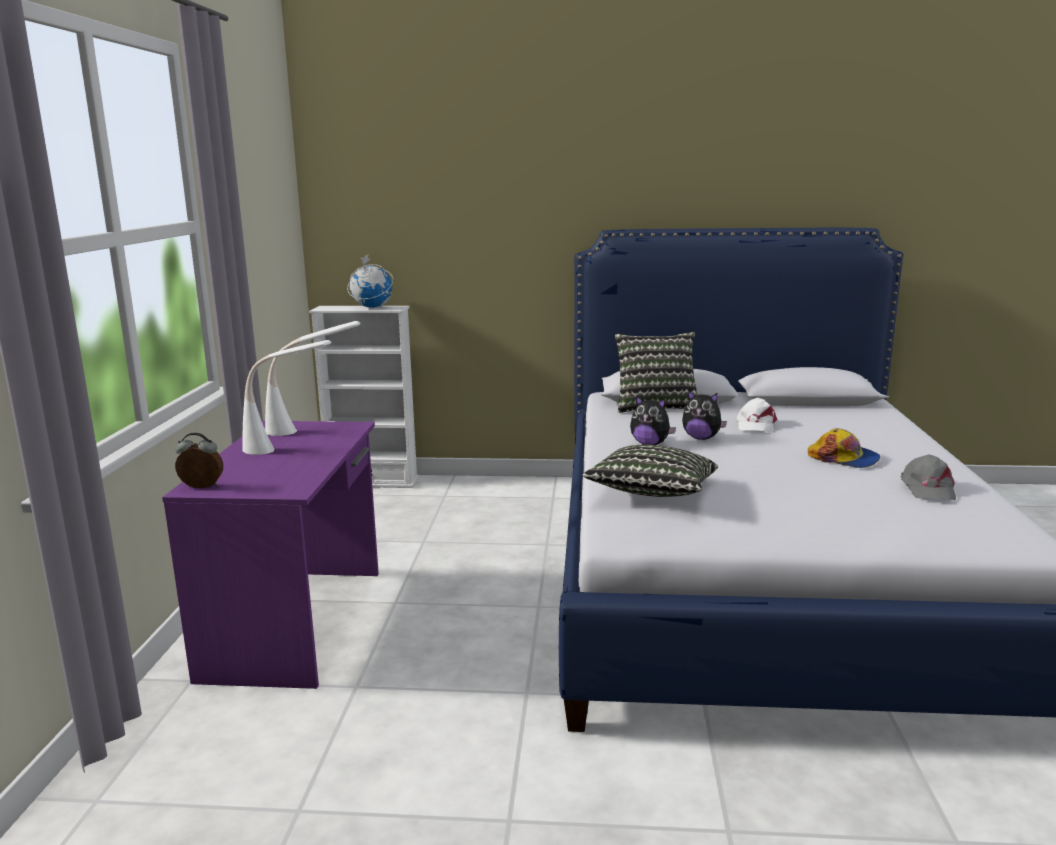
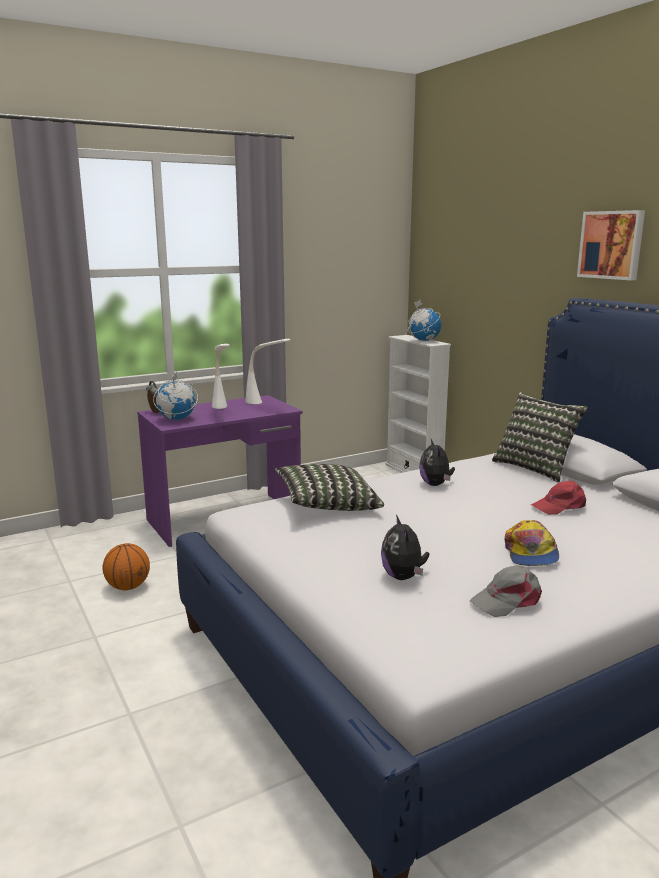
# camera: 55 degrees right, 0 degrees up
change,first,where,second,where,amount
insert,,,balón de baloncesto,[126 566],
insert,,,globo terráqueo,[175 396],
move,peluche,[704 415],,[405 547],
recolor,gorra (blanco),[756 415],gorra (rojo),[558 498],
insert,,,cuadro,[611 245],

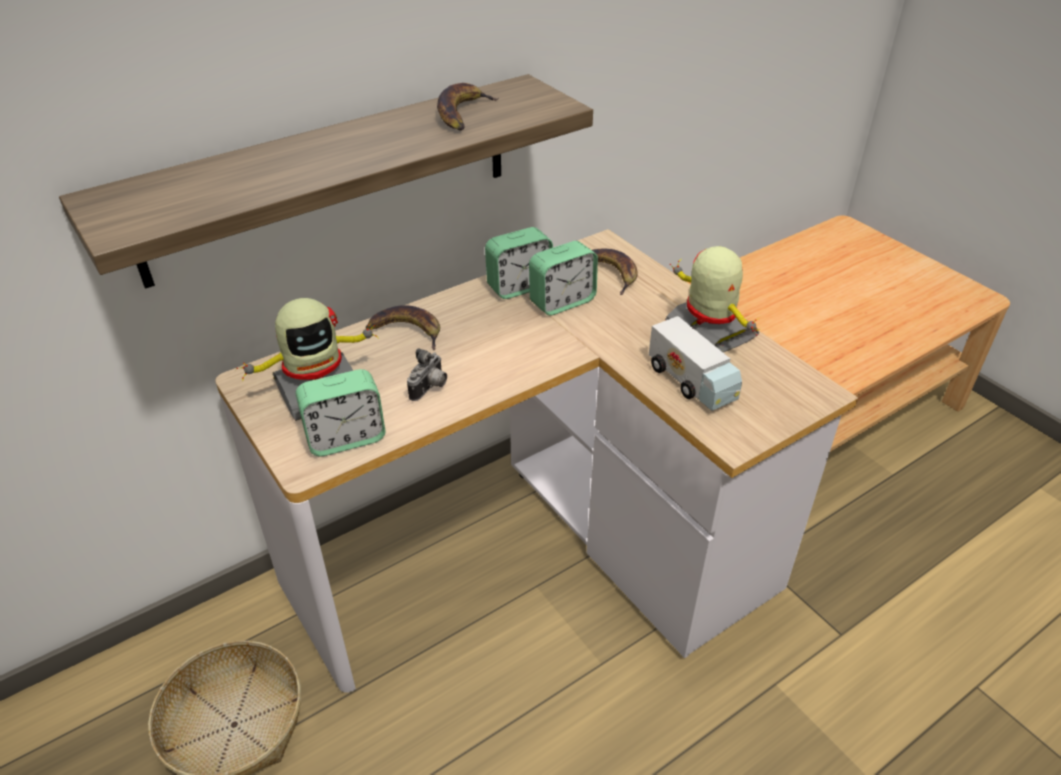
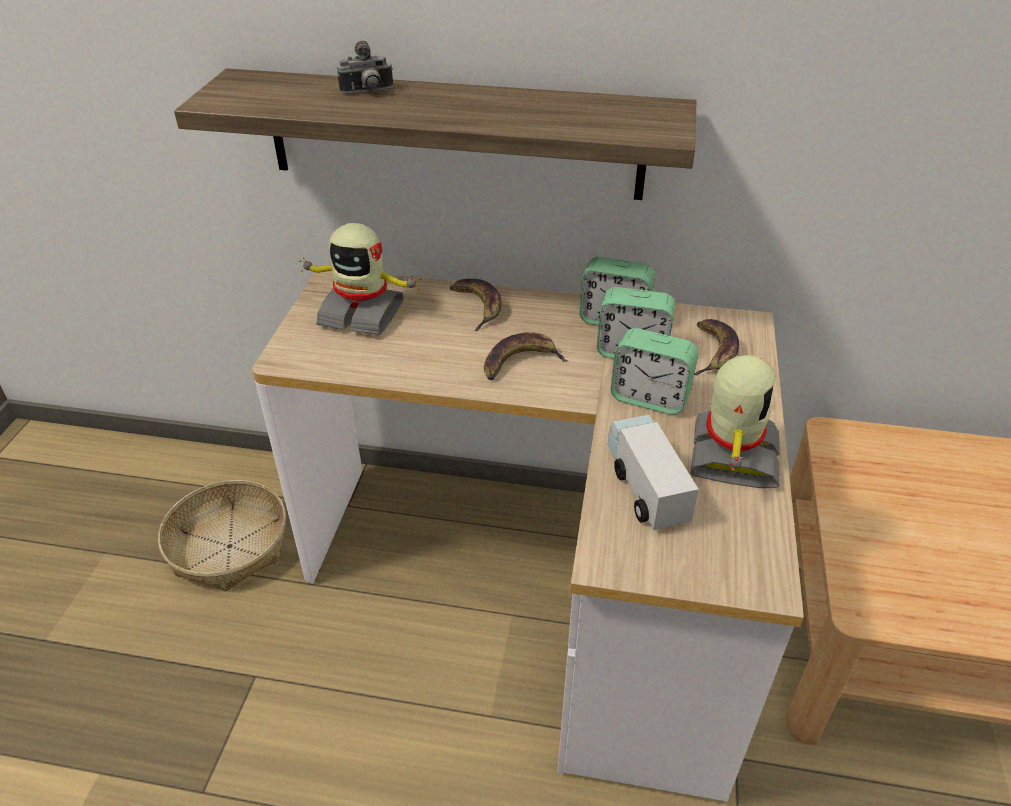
# camera: 45 degrees right, 0 degrees up
change,first,where,second,where,amount
move,cámara,[427 374],,[365 67],
move,plátano,[468 107],,[526 356],
rotate,camión de juguete,[695 363],,[653 472],150 degrees clockwise
move,despertador,[341 412],,[654 371],

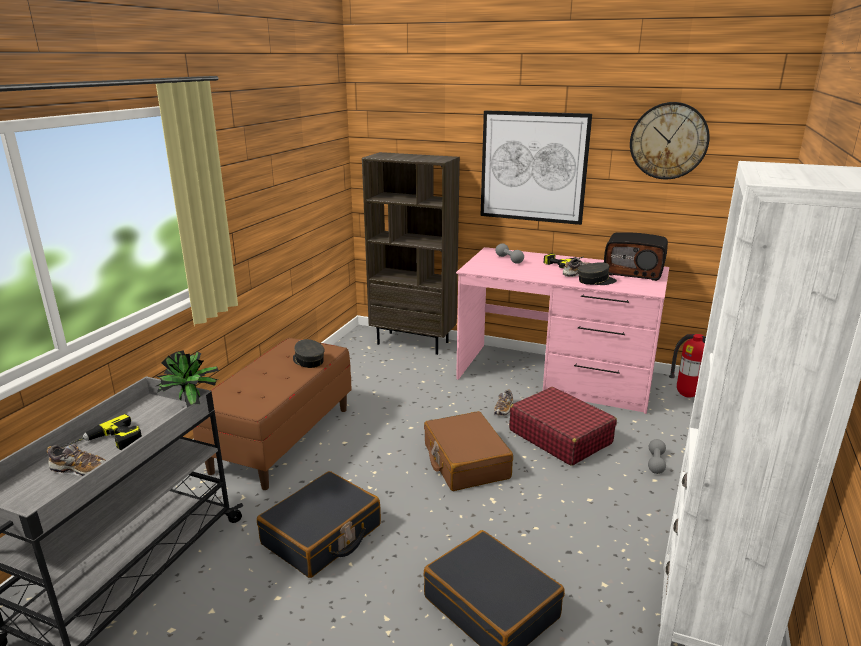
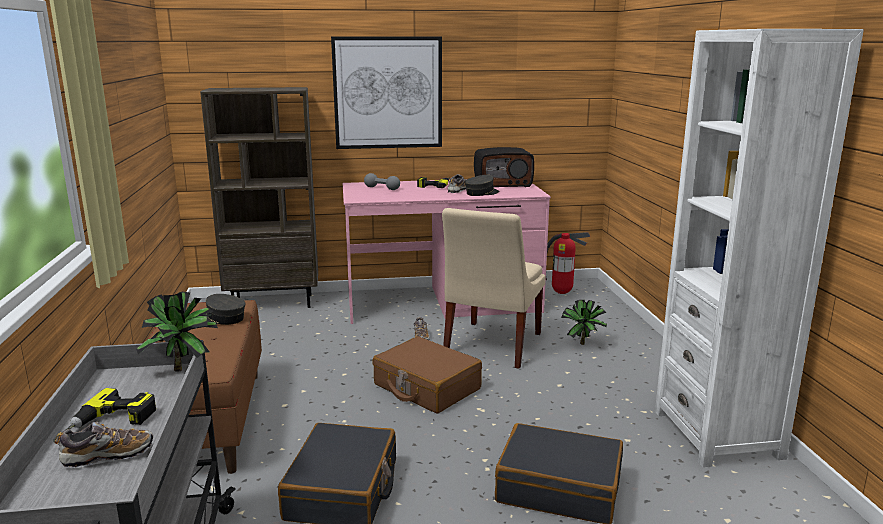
# camera: 30 degrees left, 5 degrees down
change,first,where,second,where,amount
replace,maleta (rojo),[563 426],silla (beis),[493 288],
replace,mancuerna (gris),[657 456],planta en maceta,[584 322],
delete,reloj de pared,[670 140],,,

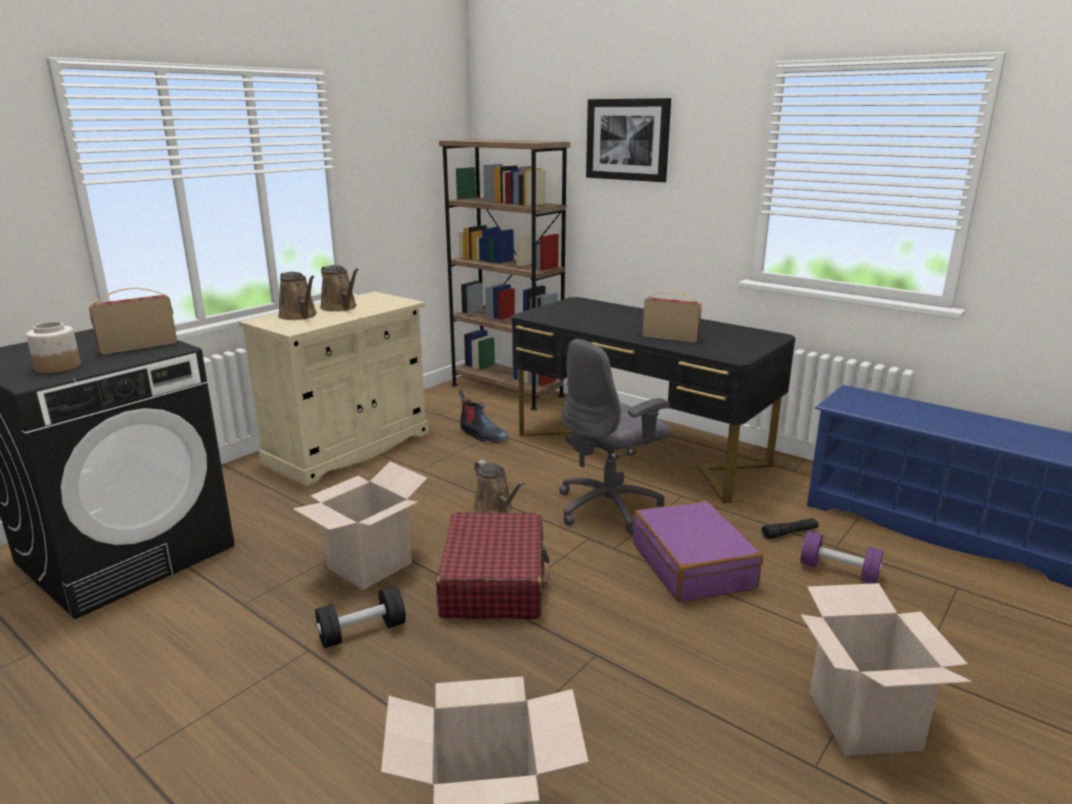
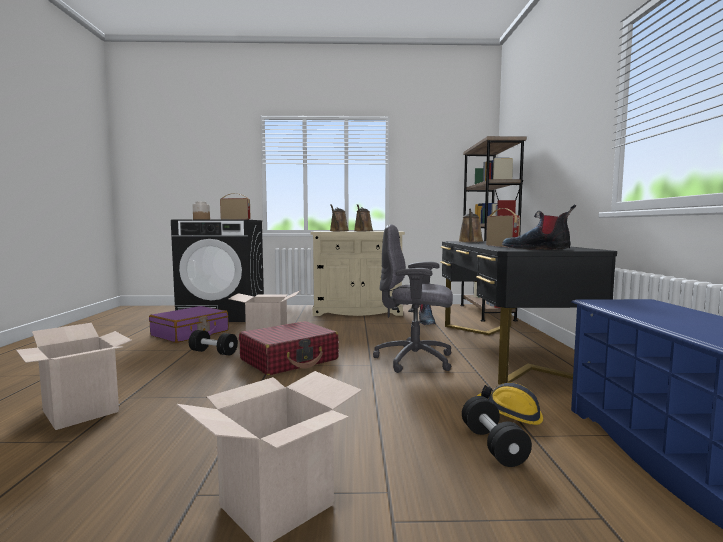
# camera: 50 degrees right, 15 degrees down
change,first,where,second,where,amount
move,maleta (morado),[698 551],,[189 324],
move,regadera (marrón),[498 486],,[471 226],
recolor,mancuerna (morado),[841 557],mancuerna (negro),[497 431],
replace,linterna (negro),[790 528],casco,[510 404],
insert,,,bota,[539 227],
delete,cuadro,[628 140],,,

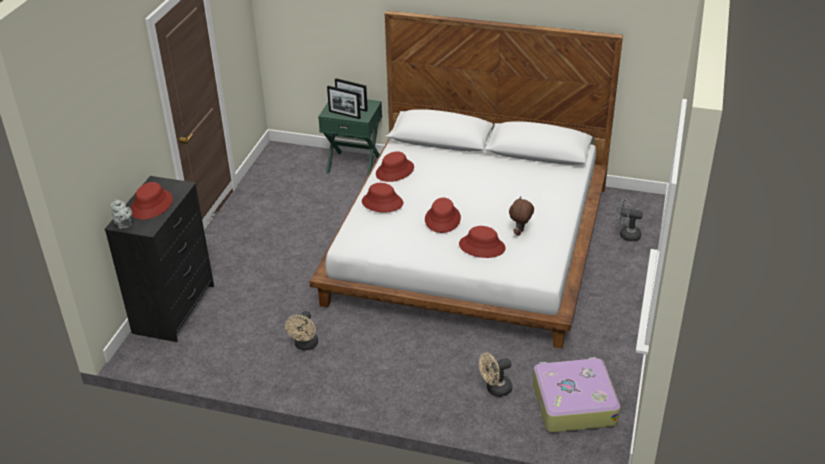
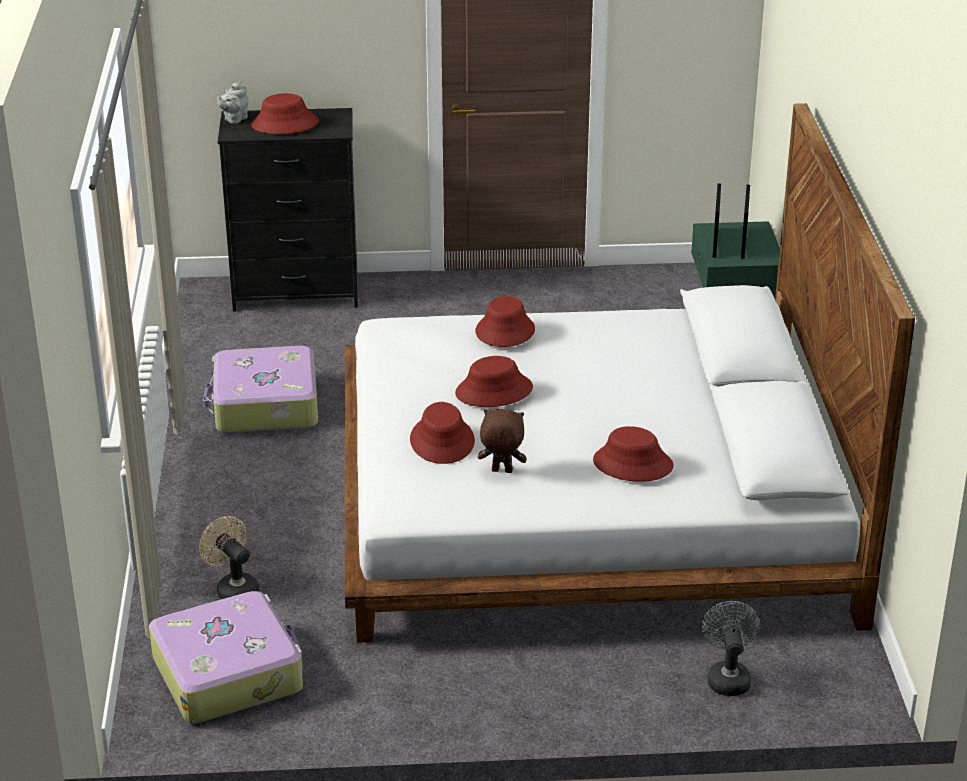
# camera: 70 degrees right, 5 degrees down
change,first,where,second,where,amount
replace,ventilador (beis),[301 330],maleta,[260 389],
move,sombrero (rojo),[395 166],,[633 454],

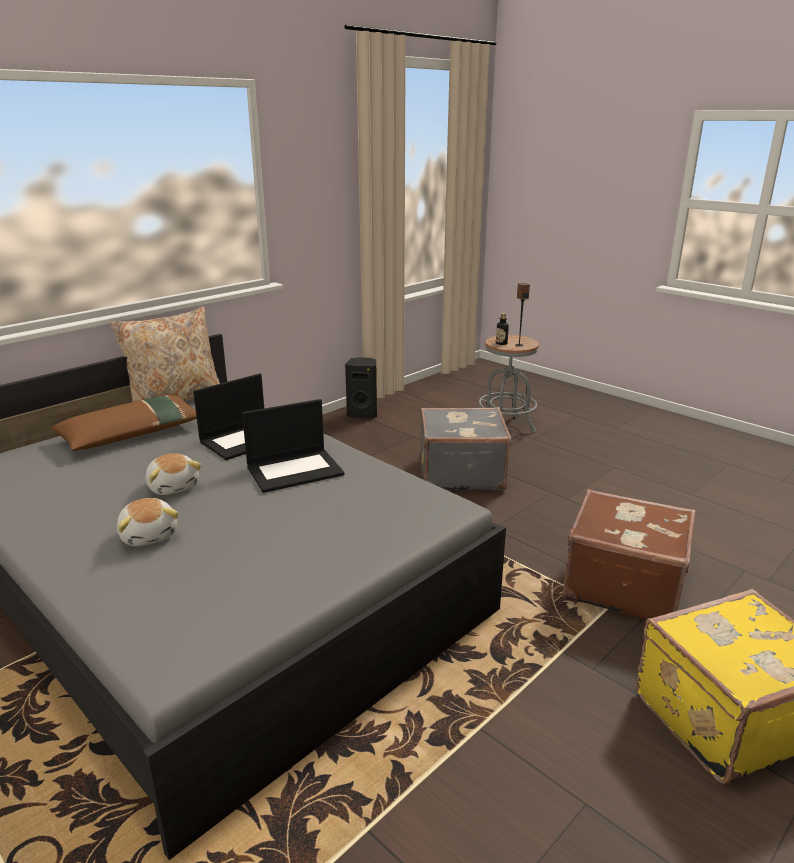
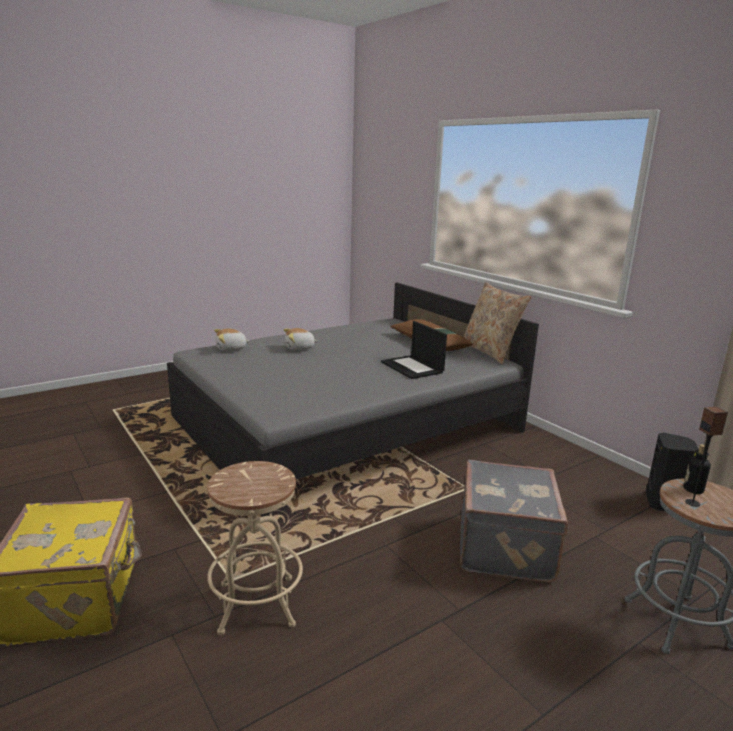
# camera: 100 degrees right, 5 degrees down
change,first,where,second,where,amount
replace,maleta (marrón),[629 554],taburete (beis),[255 548],
move,peluche,[173 474],,[232 339],
delete,portátil,[293 446],,,

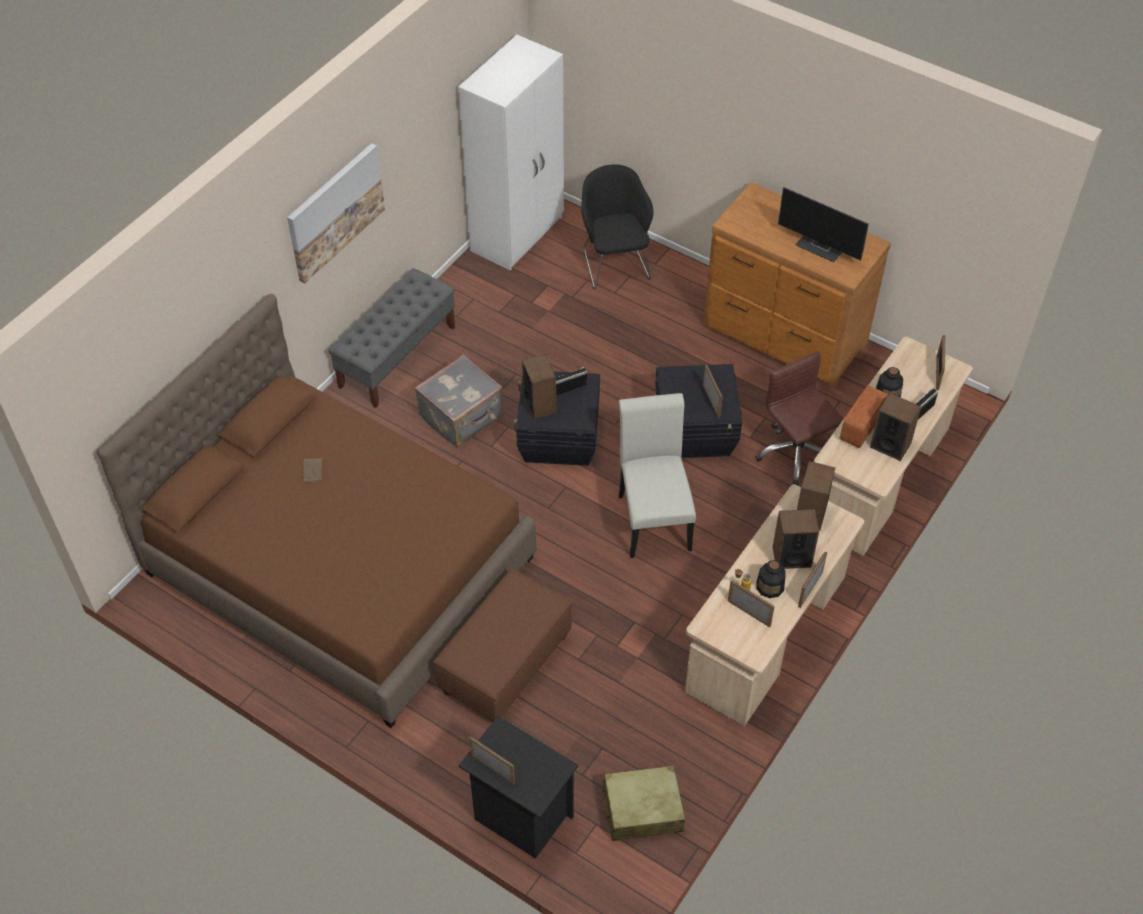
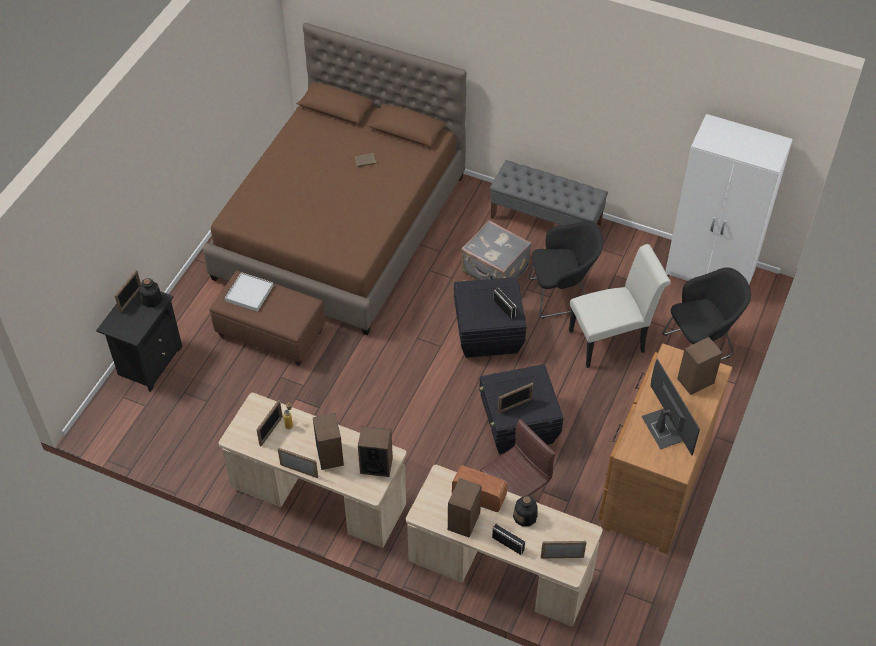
# camera: 80 degrees right, 0 degrees up
change,first,where,second,where,amount
move,botella,[771 579],,[151 292],
insert,,,bandeja (blanco),[249 292],
insert,,,sillón (negro),[565 270],
move,silla (blanco),[657 475],,[620 306],
rotate,monitor,[823 224],,[671 407],135 degrees clockwise
move,altavoz,[539 387],,[700 366],
delete,cuadro,[336 213],,,
delete,maleta (beis),[643 803],,,

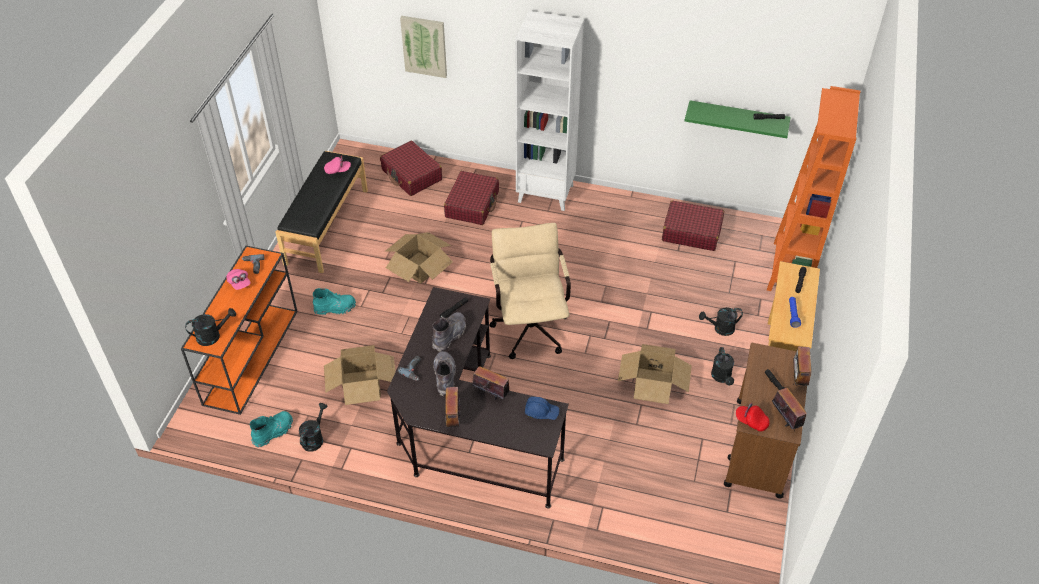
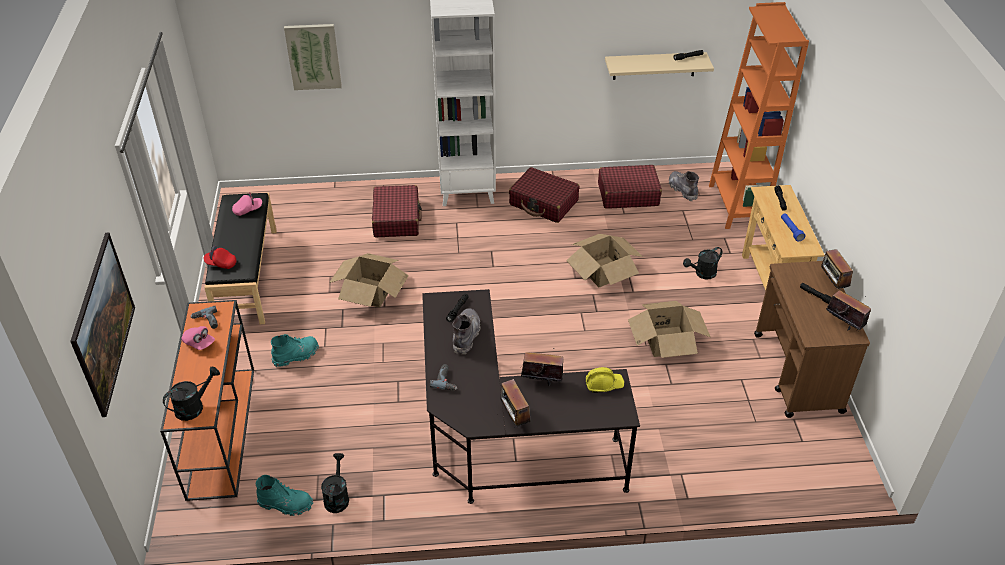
# camera: 20 degrees left, 5 degrees down
change,first,where,second,where,amount
insert,,,cuadro,[102 325],
move,gorra (rojo),[752 417],,[220 257],
rotate,bota (turquesa),[271 429],,[284 495],75 degrees clockwise
move,maleta (rojo),[411 168],,[544 195],
move,caja de cartón,[360 375],,[604 260],
recolor,casco (azul),[542 408],casco (amarillo),[605 380],
recolor,estante (verde),[738 119],estante (beis),[659 66],
move,bota (gris),[444 373],,[684 186],
delete,silla de oficina (beis),[530 291],,,
delete,regadera (negro),[722 366],,,

